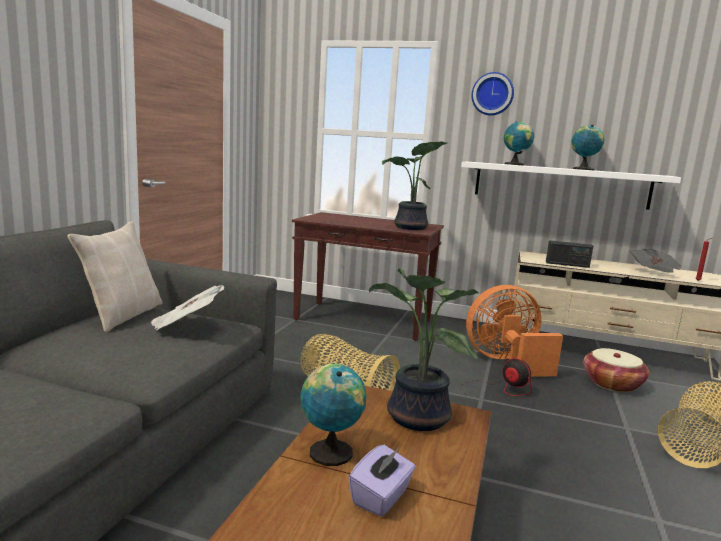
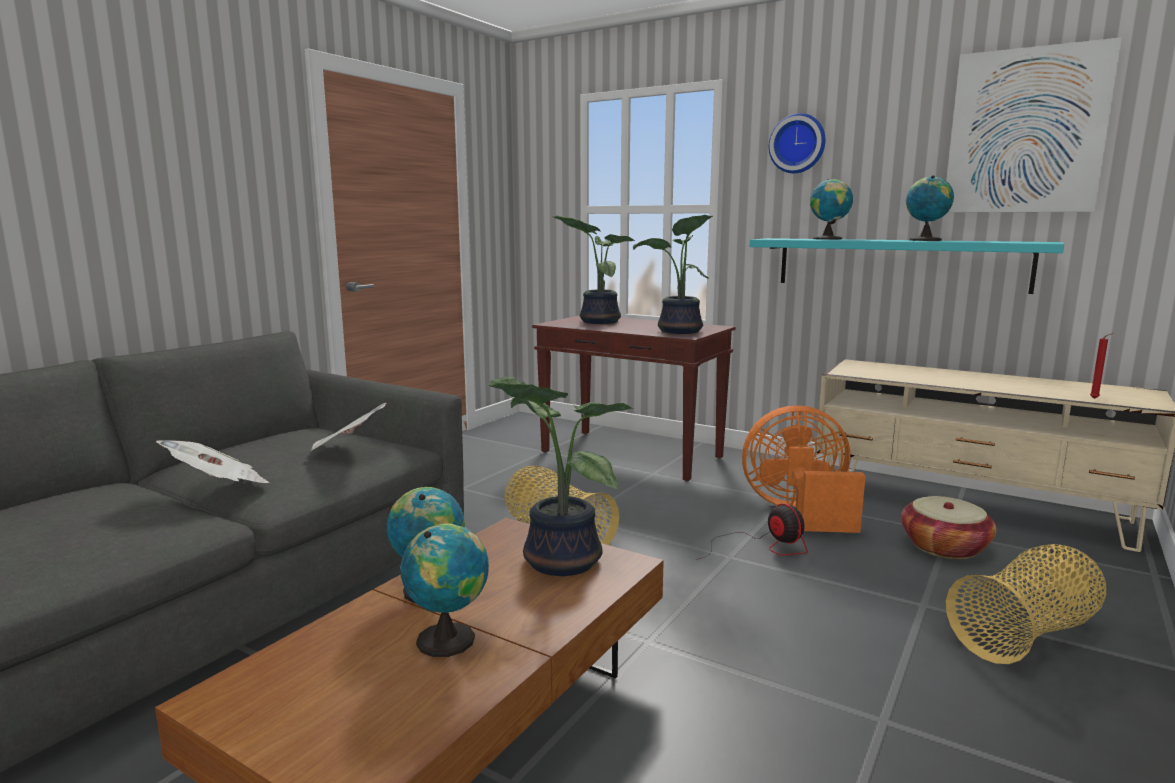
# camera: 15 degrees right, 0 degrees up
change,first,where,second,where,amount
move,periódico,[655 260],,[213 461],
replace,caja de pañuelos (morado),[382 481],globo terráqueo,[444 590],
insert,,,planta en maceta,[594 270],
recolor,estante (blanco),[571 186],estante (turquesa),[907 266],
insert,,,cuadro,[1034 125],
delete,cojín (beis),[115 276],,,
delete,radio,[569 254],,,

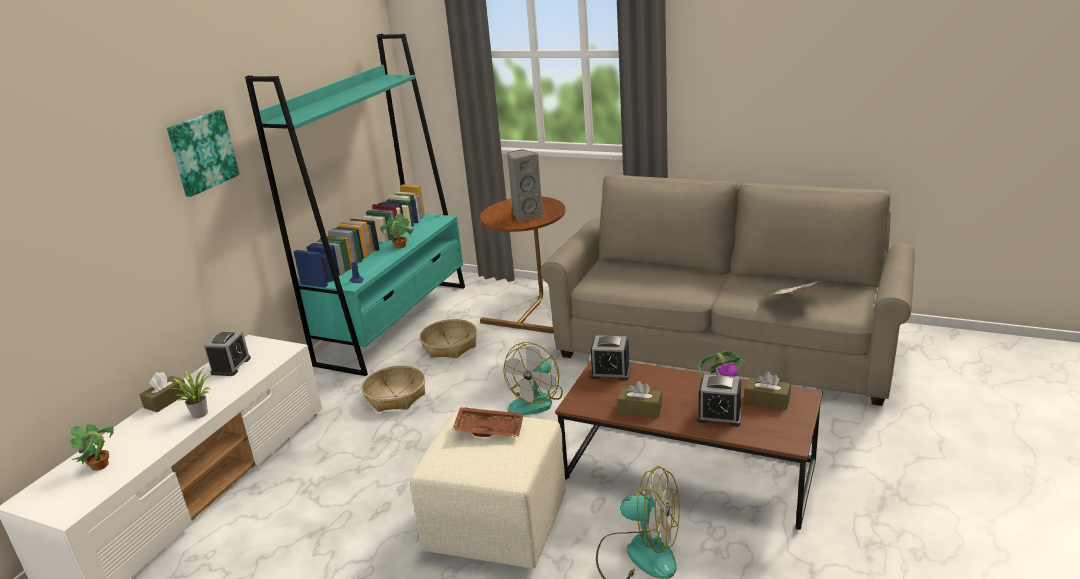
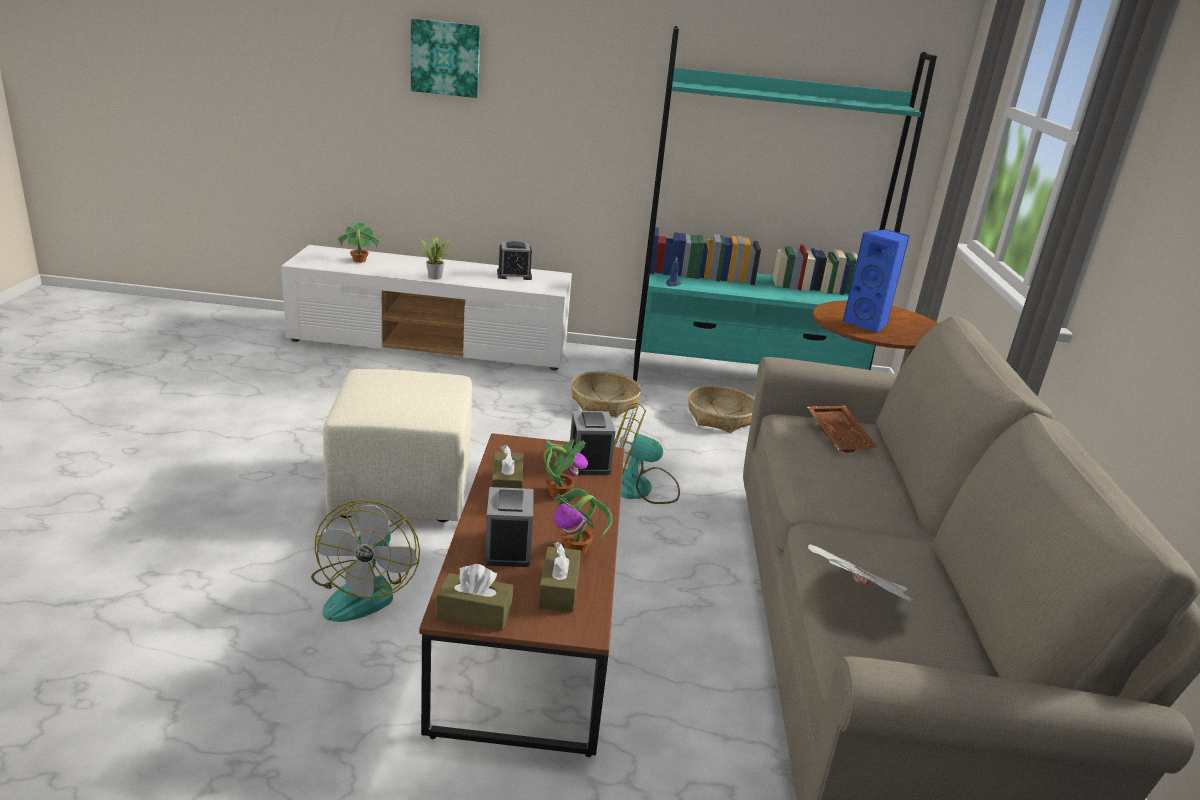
# camera: 65 degrees right, 0 degrees up
change,first,where,second,where,amount
move,cuadro,[203 153],,[445 58],
move,caja de pañuelos (marrón),[162 392],,[474 597],
move,planta en maceta,[397 230],,[565 468],
move,bandeja (marrón),[488 422],,[842 428],
recolor,altavoz (gris),[525 185],altavoz (azul),[876 281],

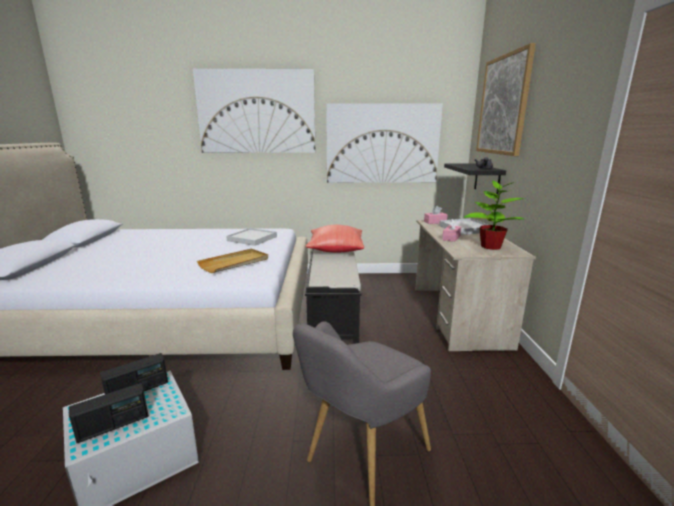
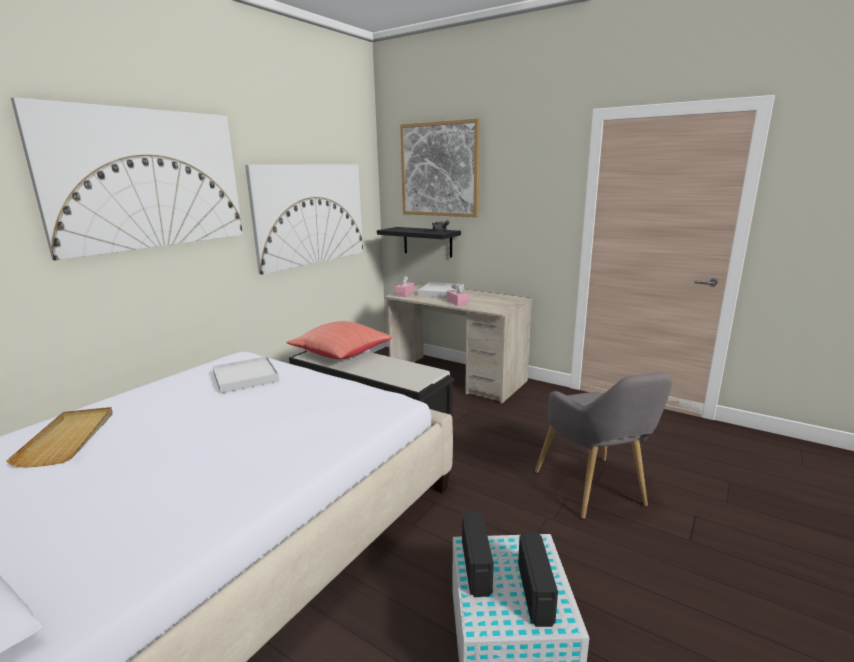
# camera: 55 degrees left, 0 degrees up
change,first,where,second,where,amount
move,bandeja (beis),[232 261],,[59 437],
delete,planta en maceta,[494 214],,,

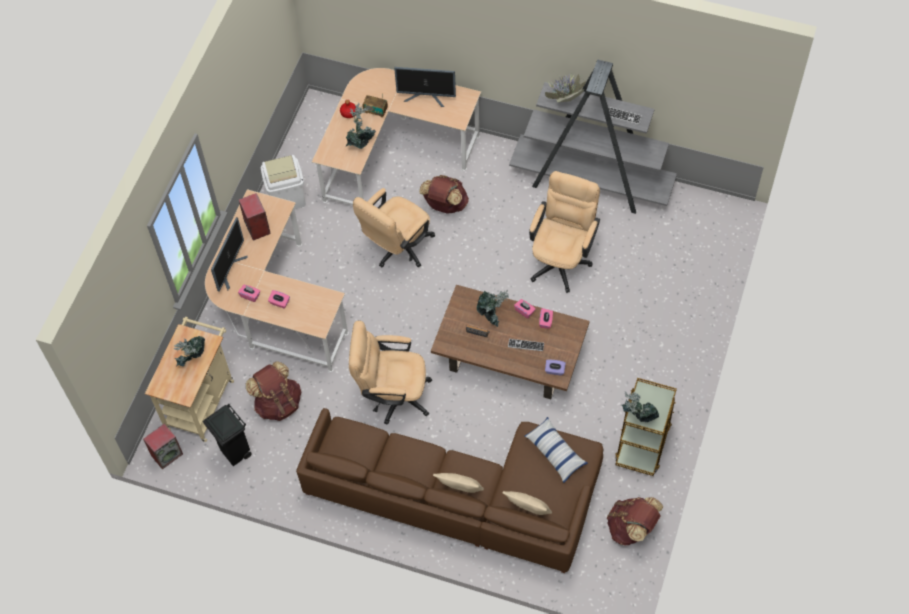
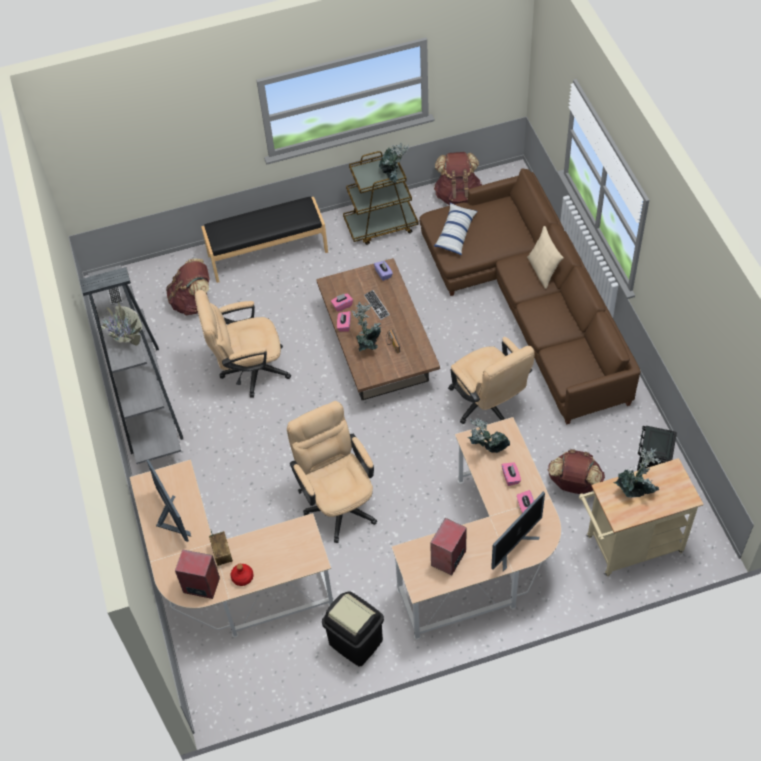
# camera: 125 degrees left, 5 degrees down
change,first,where,second,where,amount
move,mochila (marrón),[444 194],,[187 286],
move,altavoz,[163 446],,[197 574],
insert,,,banco (negro),[264 240],
rotate,silla de oficina (beis),[394 227],,[332 472],120 degrees counterclockwise
recolor,papelera (blanco),[283 182],papelera (negro),[353 629],
move,planta en maceta,[361 126],,[488 435],
rotate,monitor,[229 254],,[518 531],150 degrees clockwise
delete,cojín (beis),[527 503],,,

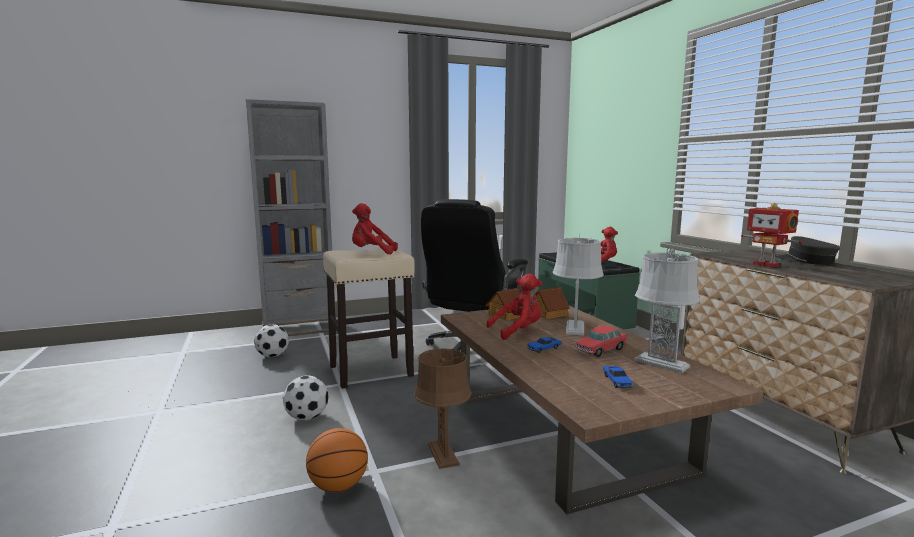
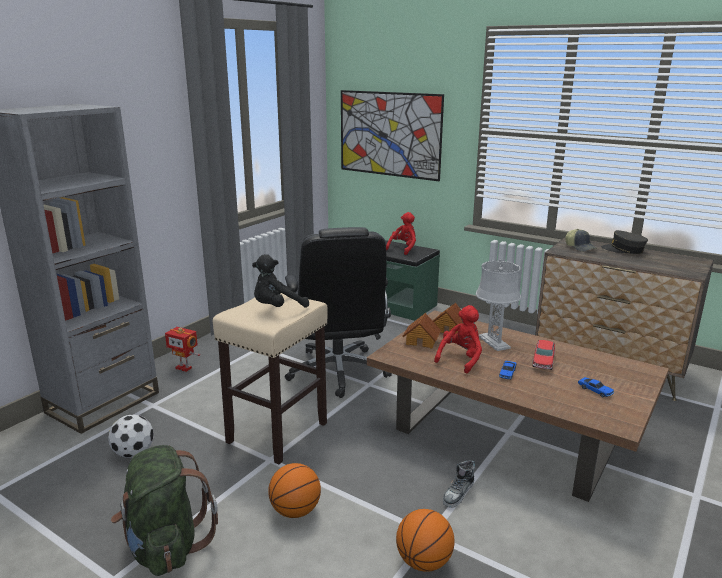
# camera: 35 degrees left, 10 degrees up
change,first,where,second,where,amount
insert,,,mochila (verde),[164 510],
move,robot de juguete,[772 235],,[182 349],
recolor,peluche (rojo),[375 228],peluche (negro),[280 281],
replace,balón de fútbol,[306 397],balón de baloncesto,[294 490],
insert,,,cuadro,[392 135],
replace,lámpara de mesa (marrón),[442 409],zapato,[459 484],
insert,,,gorra,[581 240],
delete,lámpara de mesa (gris),[667 310],,,

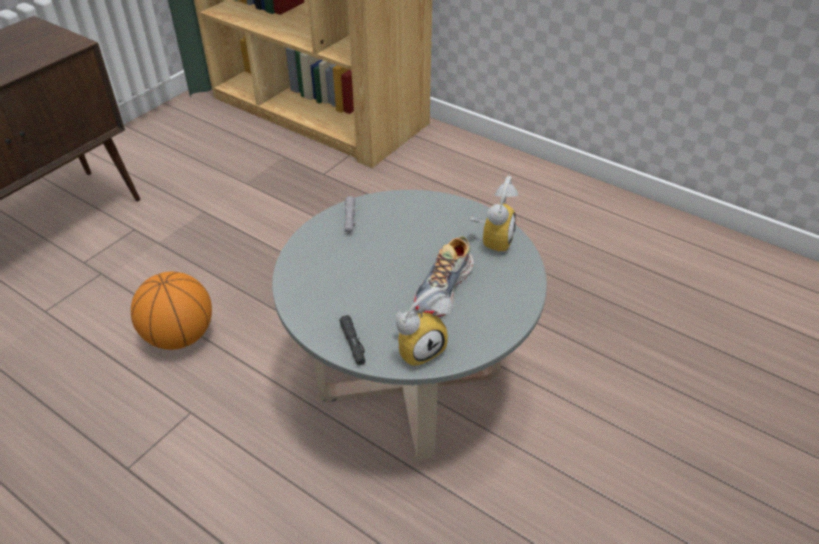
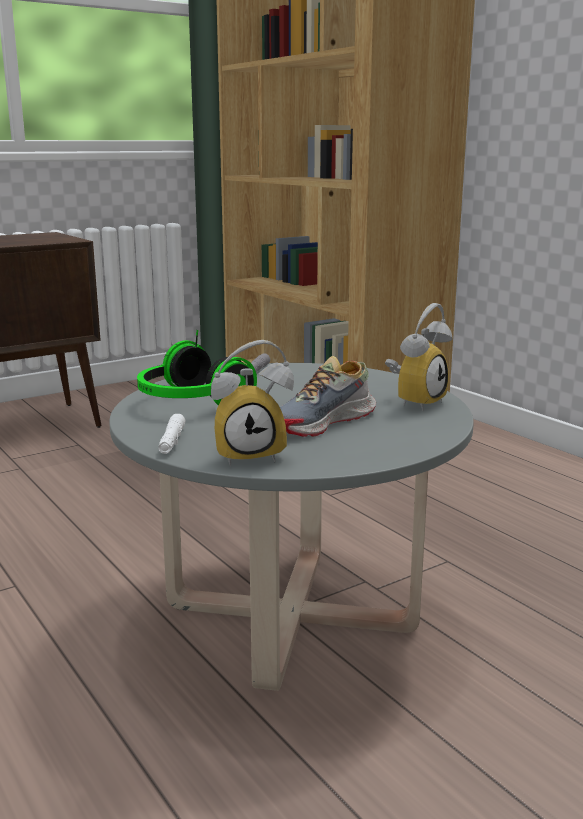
# camera: 20 degrees right, 25 degrees down
change,first,where,second,where,amount
insert,,,auriculares,[197 367],
recolor,linterna (negro),[352 340],linterna (blanco),[171 434],
delete,balón de baloncesto,[171 310],,,

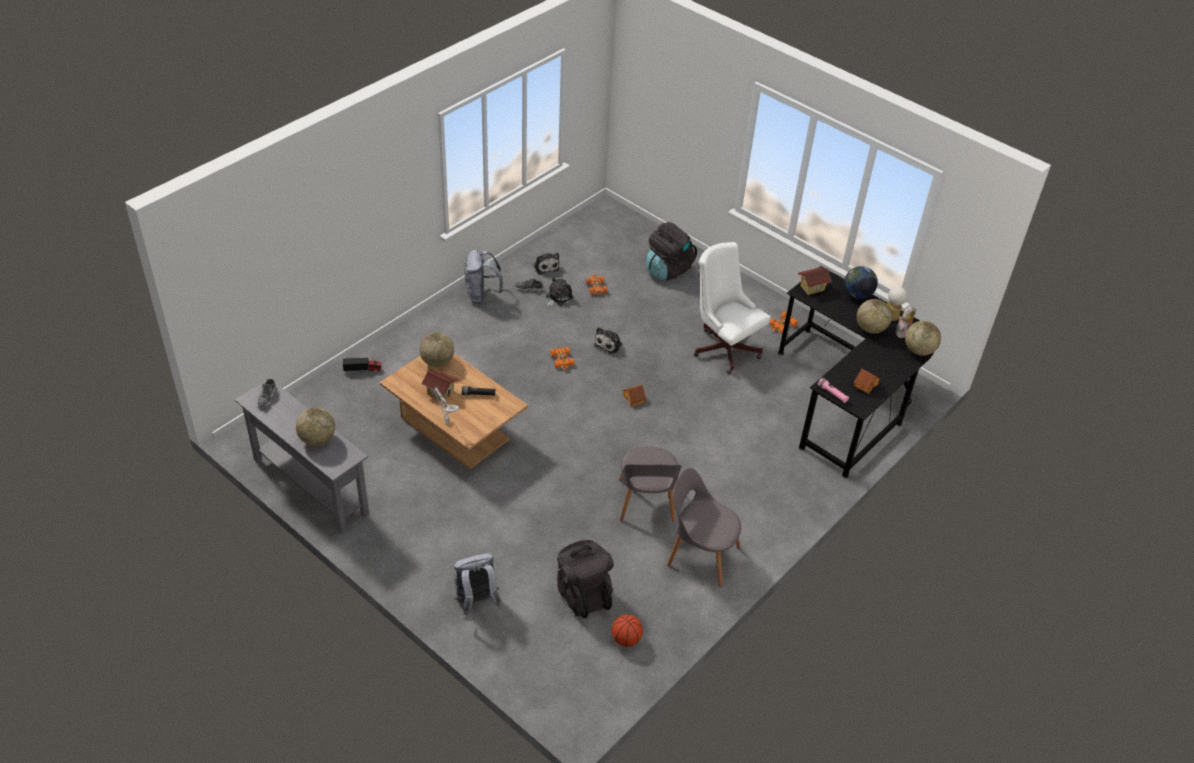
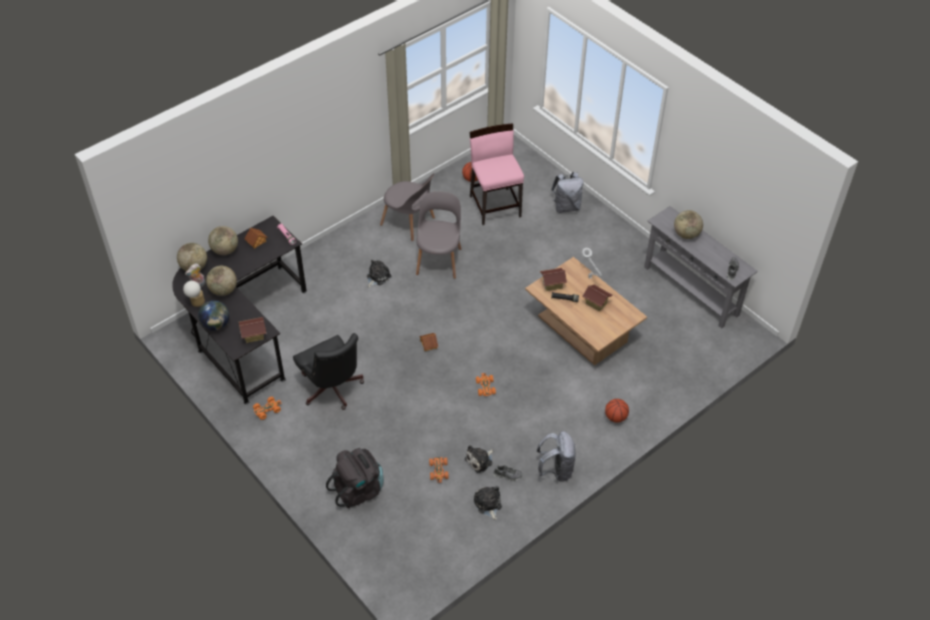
# camera: 170 degrees left, 5 degrees up
change,first,where,second,where,amount
move,globo terráqueo,[436 349],,[223 240],
recolor,silla de oficina (blanco),[732 308],silla de oficina (negro),[328 371],
move,peluche,[608 340],,[379 274],
replace,mochila (negro),[585 579],silla (rosa),[497 174],
insert,,,casita,[553 279],
insert,,,balón de baloncesto,[617 411],
delete,camión de juguete,[362 366],,,

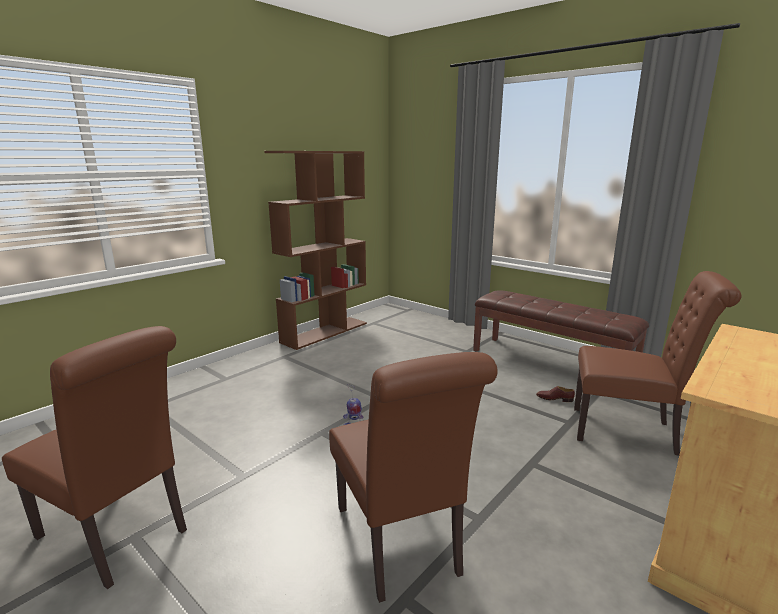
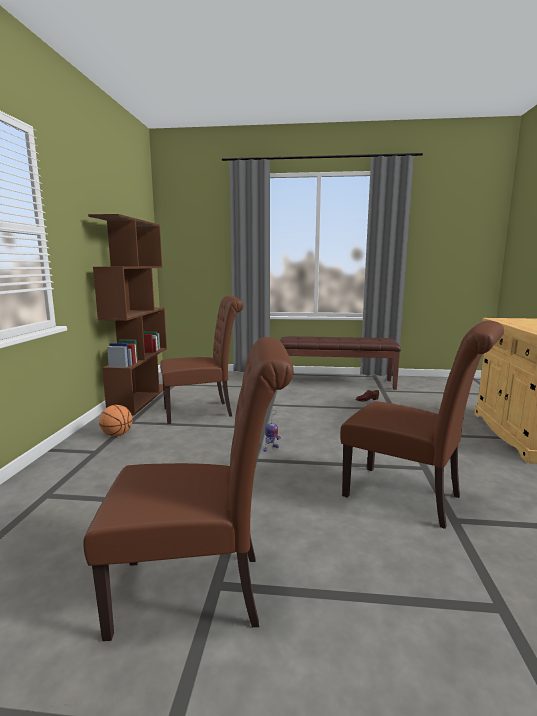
# camera: 35 degrees left, 5 degrees down
change,first,where,second,where,amount
insert,,,balón de baloncesto,[116 420],
move,silla (marrón),[657 363],,[202 360],

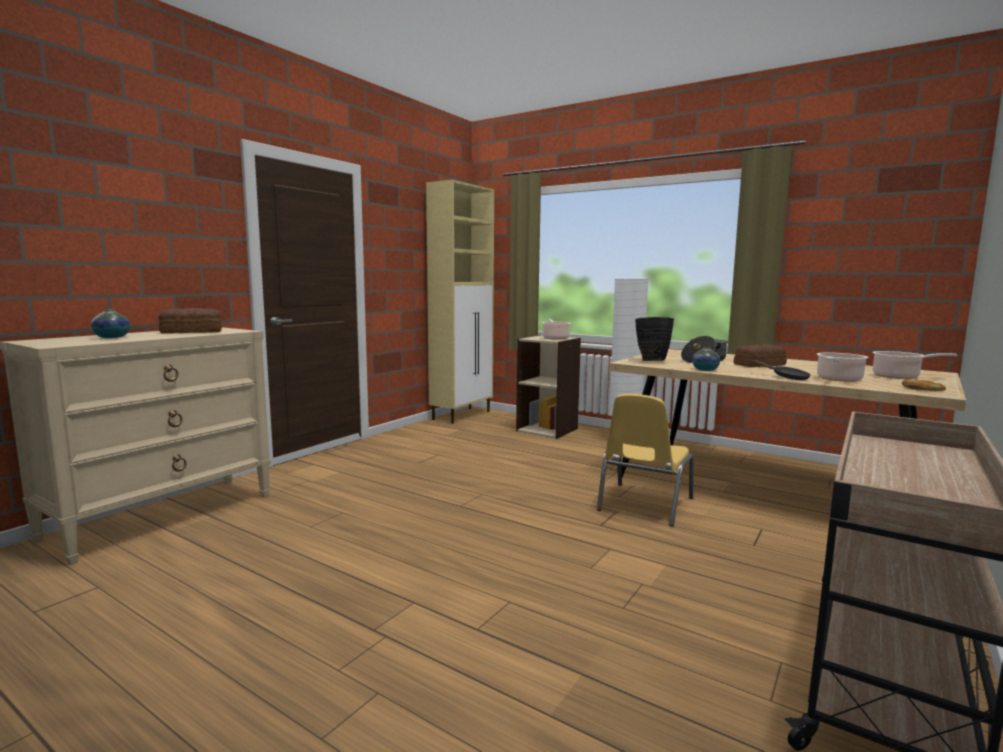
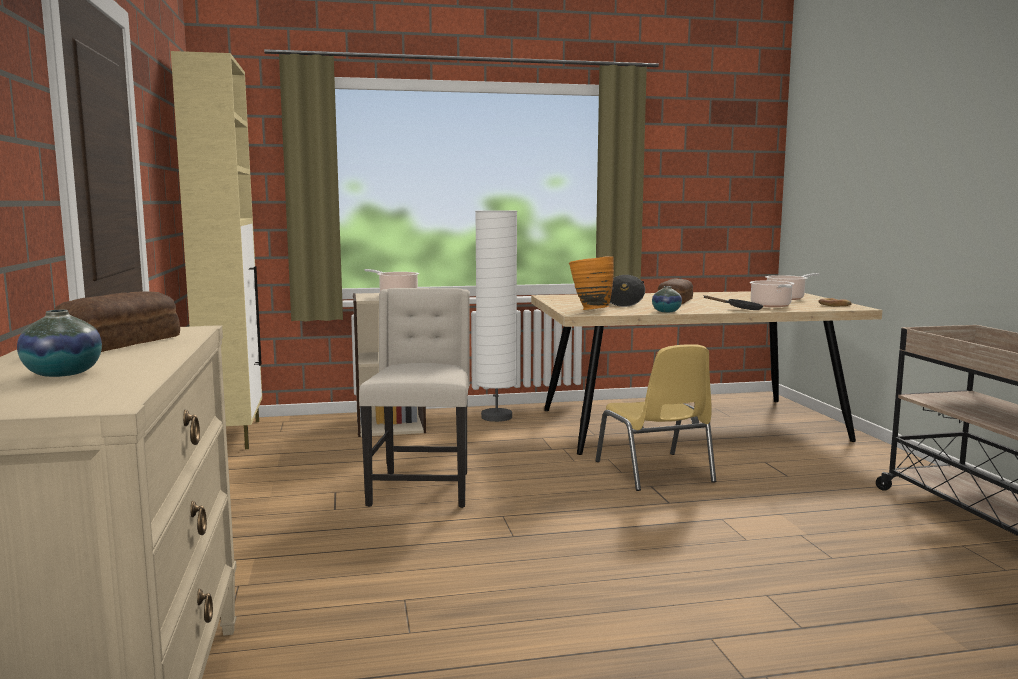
# camera: 45 degrees left, 0 degrees up
change,first,where,second,where,amount
insert,,,silla (beis),[414 398],
recolor,florero (negro),[654 339],florero (naranja),[591 283],

